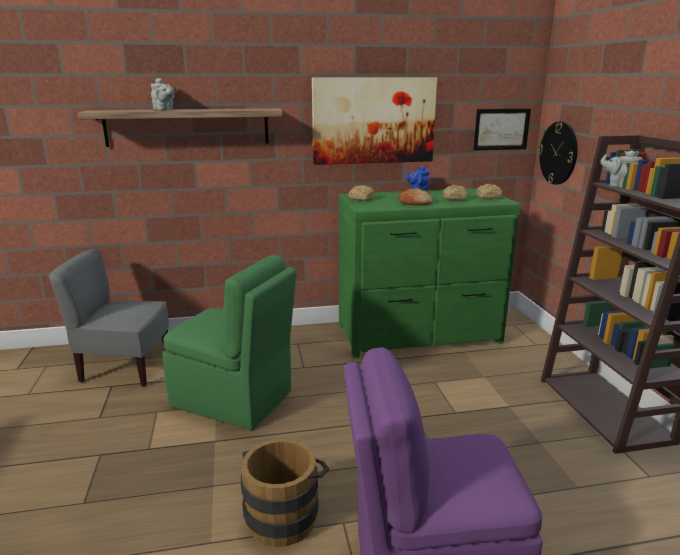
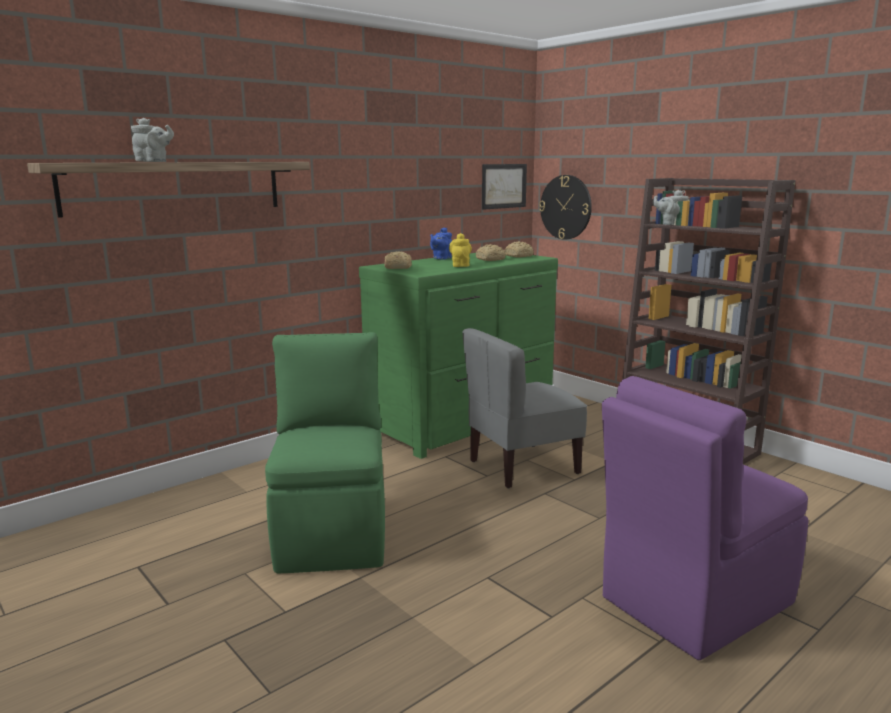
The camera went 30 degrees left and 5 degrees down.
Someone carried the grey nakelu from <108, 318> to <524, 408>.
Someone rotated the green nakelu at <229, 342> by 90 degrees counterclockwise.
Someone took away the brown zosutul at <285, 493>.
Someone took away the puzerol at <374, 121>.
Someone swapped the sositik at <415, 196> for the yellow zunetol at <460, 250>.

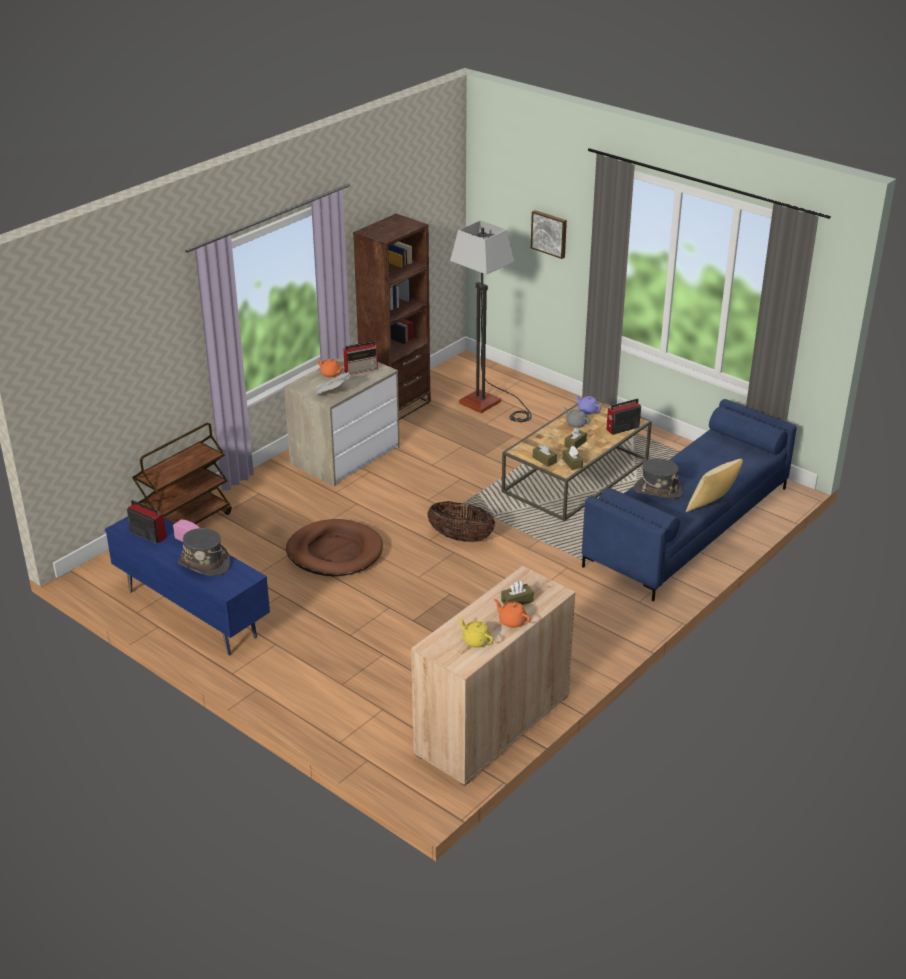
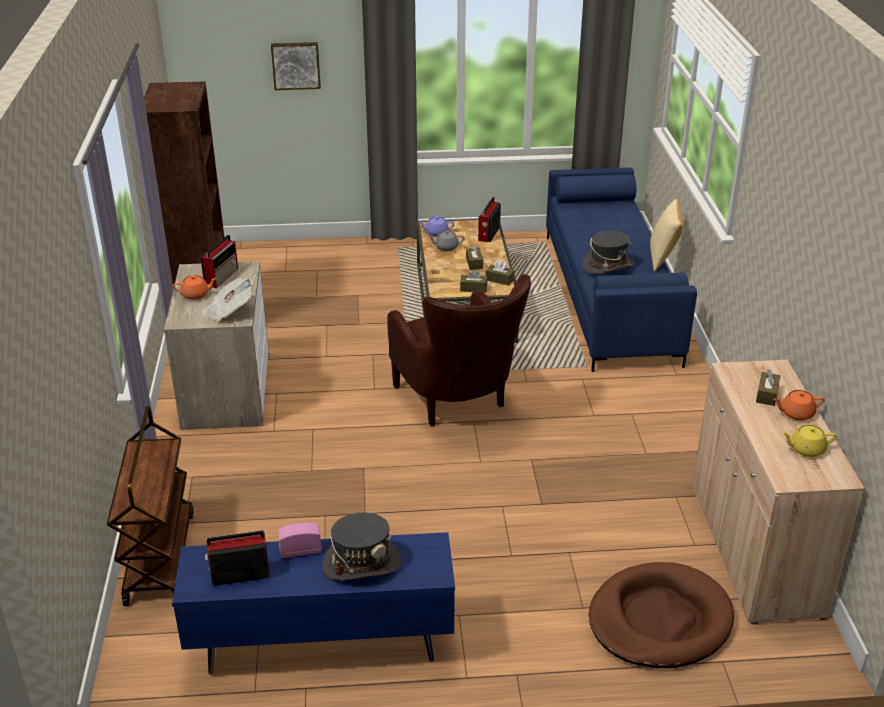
The camera went 45 degrees left and 0 degrees up.
Someone carried the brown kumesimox from <334, 547> to <661, 615>.
Someone swapped the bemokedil at <461, 521> for the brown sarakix at <459, 350>.
Someone took away the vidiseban at <491, 321>.

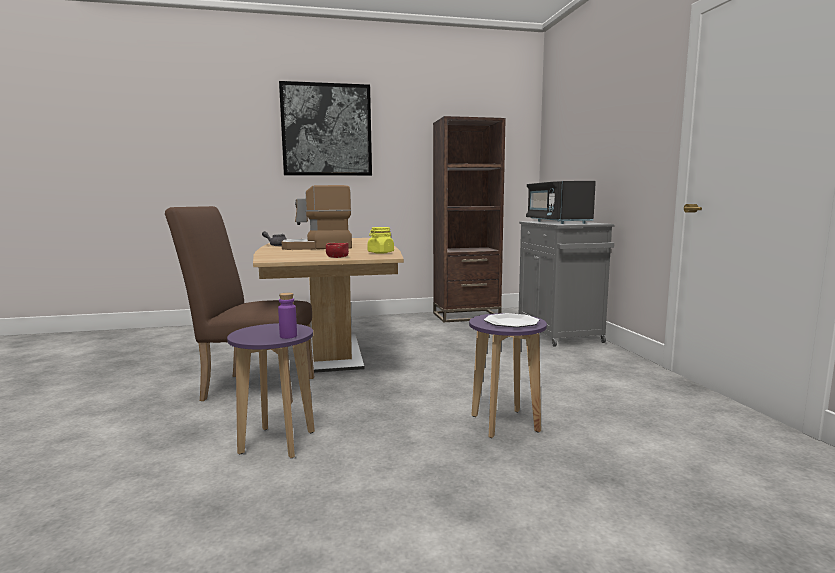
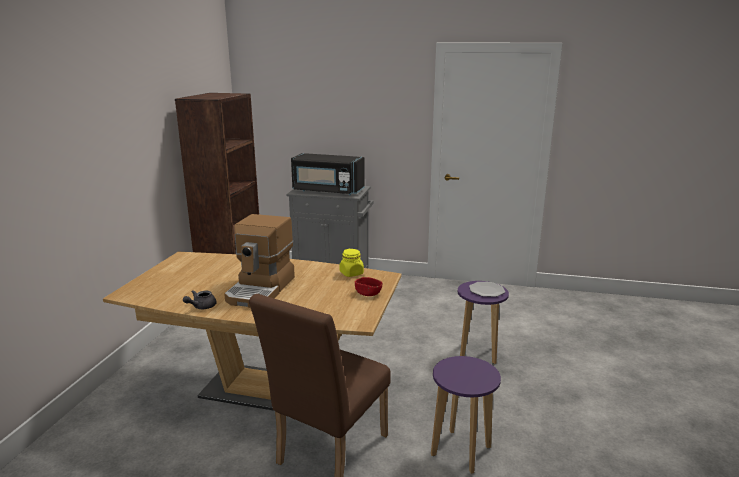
The camera went 65 degrees left and 10 degrees up.
Someone took away the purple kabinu at <287, 316>.
Someone took away the puzerol at <325, 128>.

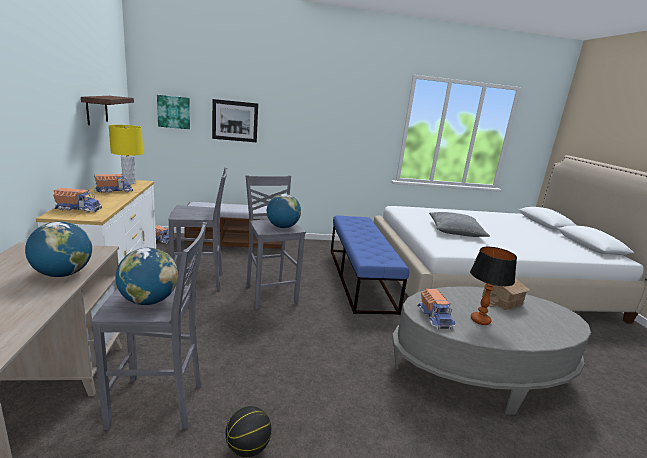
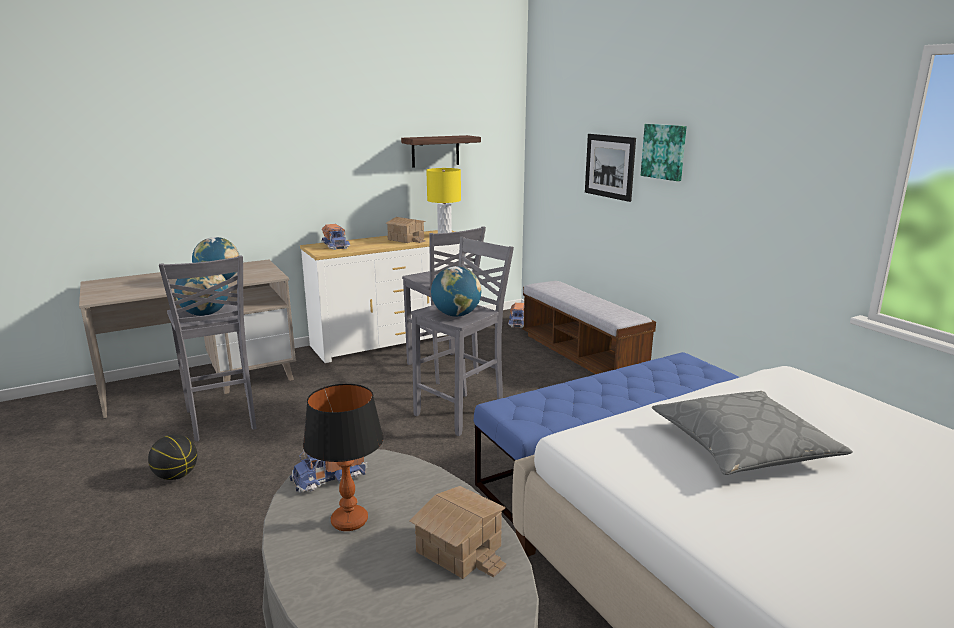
The camera went 70 degrees right and 0 degrees up.
Someone swapped the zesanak at <113, 183> for the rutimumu at <405, 230>.
Someone carried the puzerol from <173, 112> to <664, 152>.

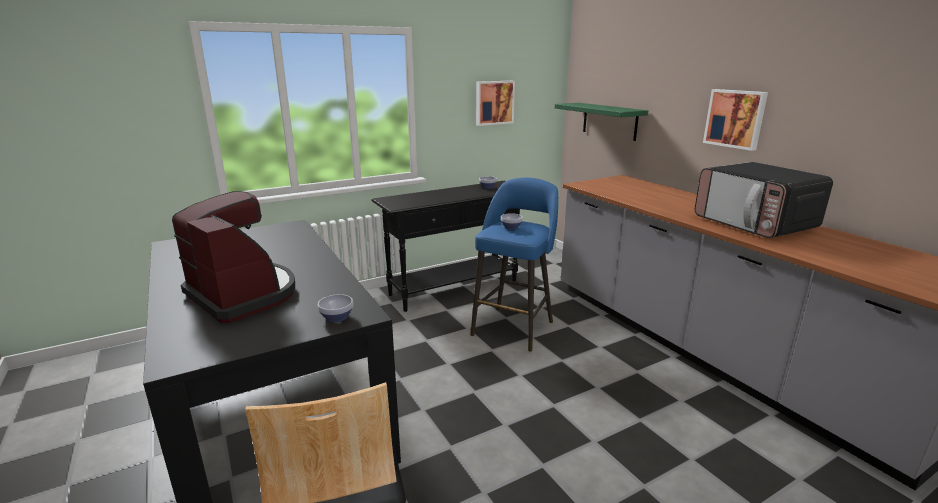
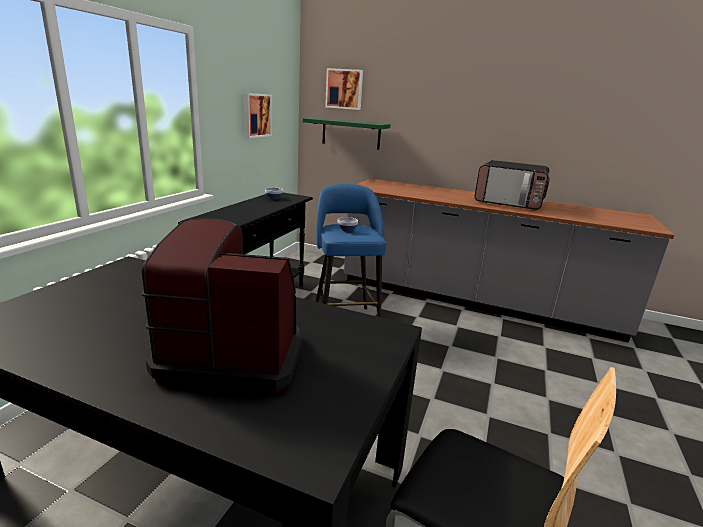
The camera went 40 degrees left and 0 degrees up.
Someone took away the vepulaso at <335, 308>.
Someone carried the puzerol from <735, 120> to <344, 89>.

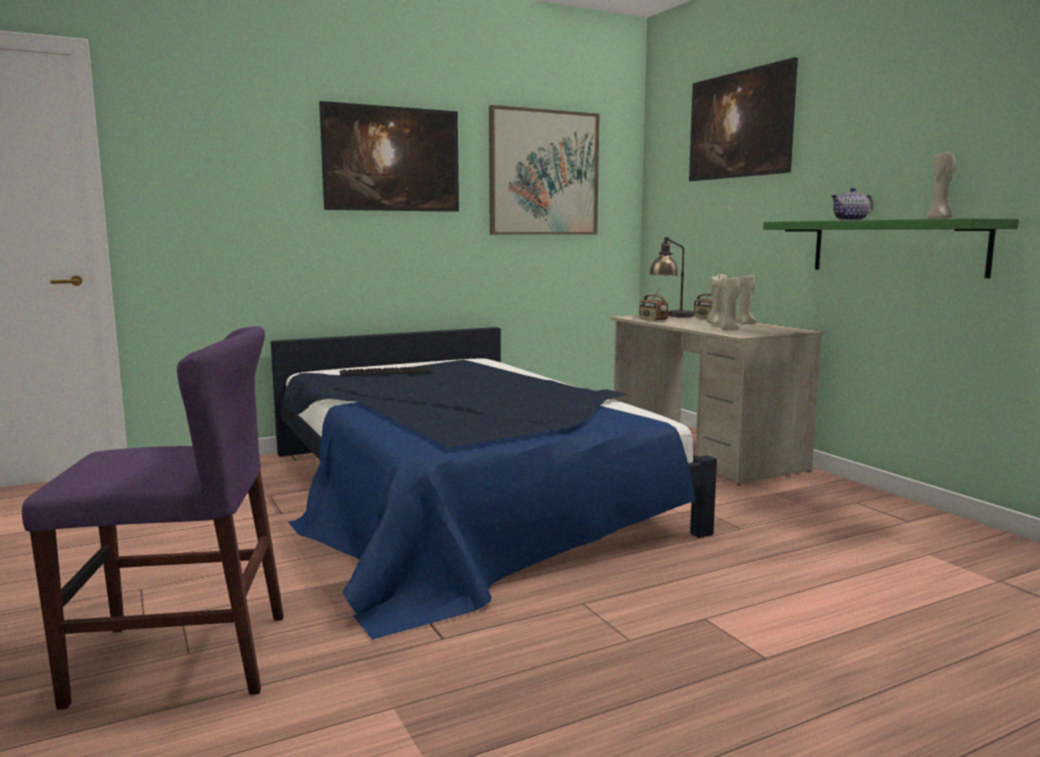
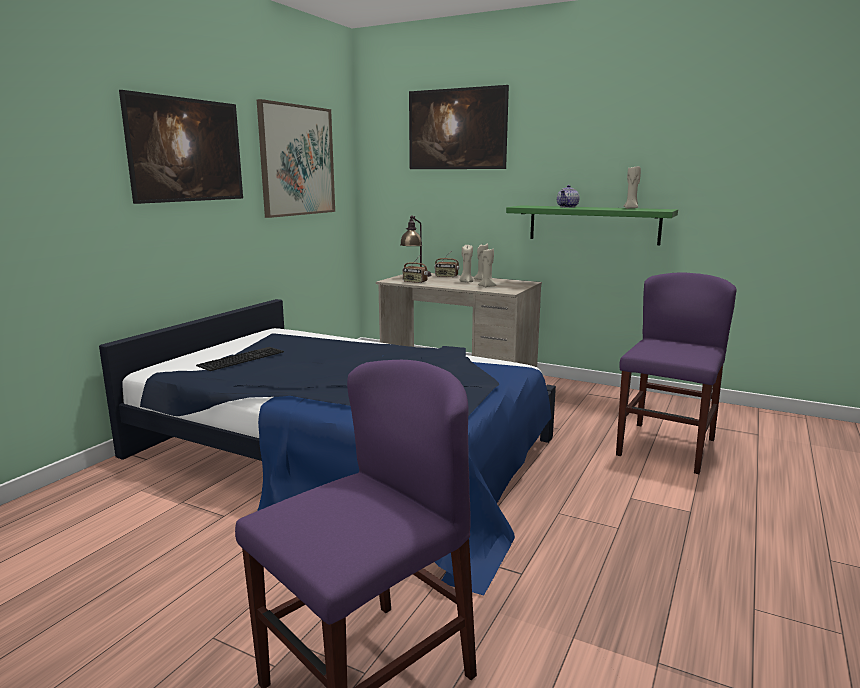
The camera went 35 degrees left and 5 degrees up.
Someone put down the purple nakelu at <676, 373>.

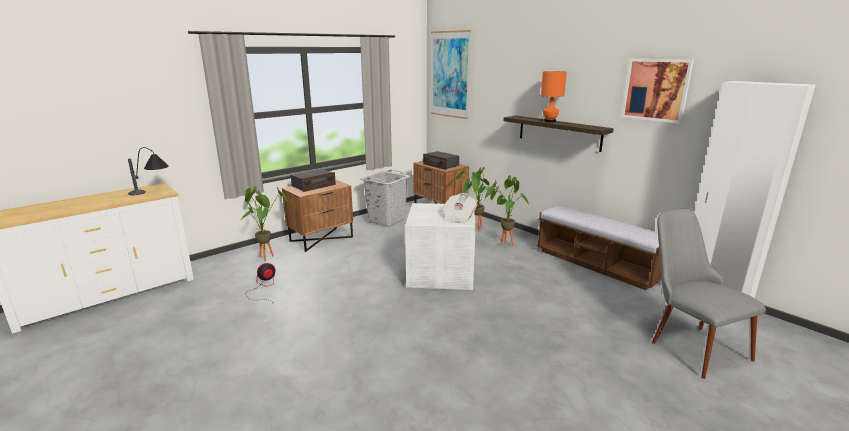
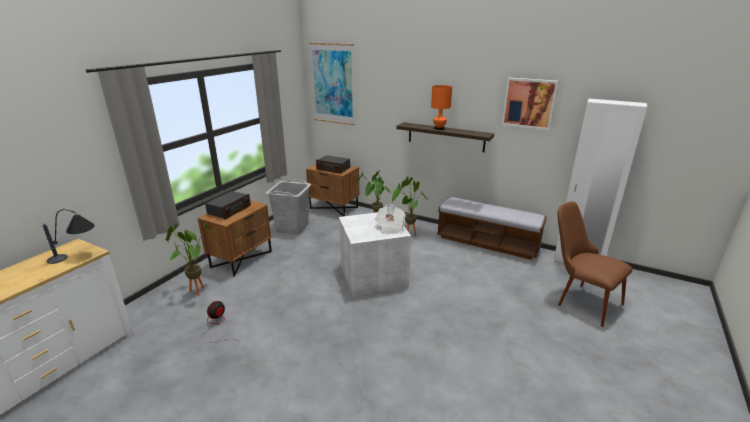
The camera went 20 degrees left and 5 degrees up.
Someone repainted the grey nakelu at <709, 294>, which became the brown nakelu at <594, 264>.

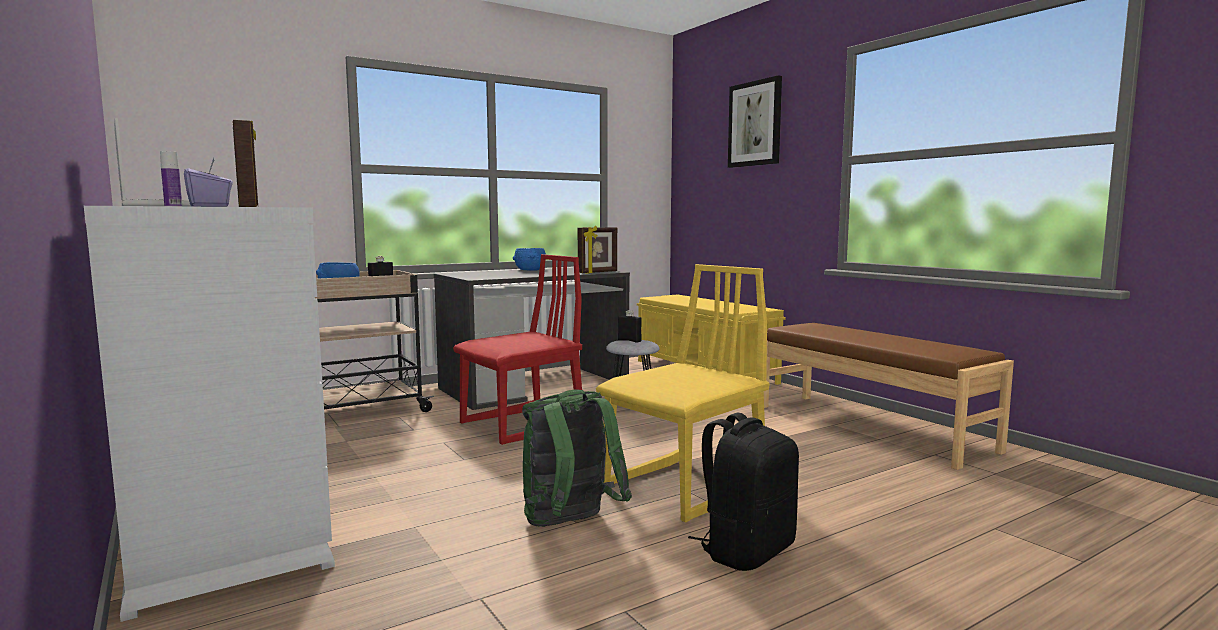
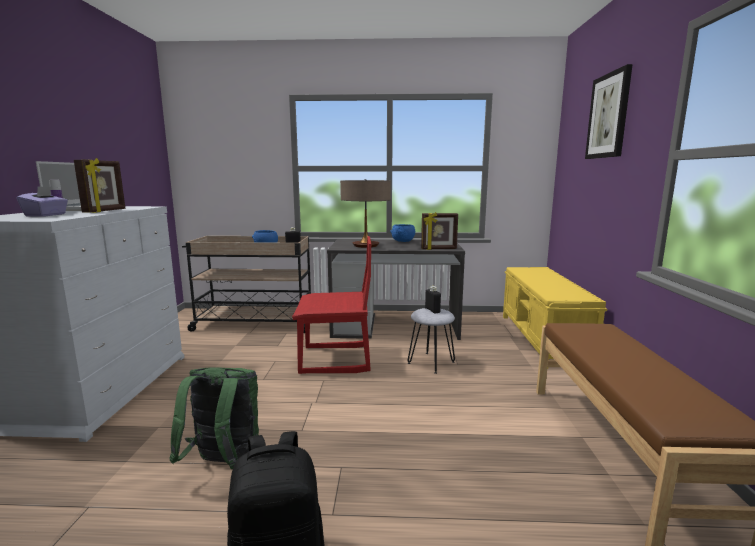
The camera went 35 degrees right and 5 degrees up.
Someone took away the yellow nakelu at <682, 393>.
Someone put down the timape at <365, 213>.

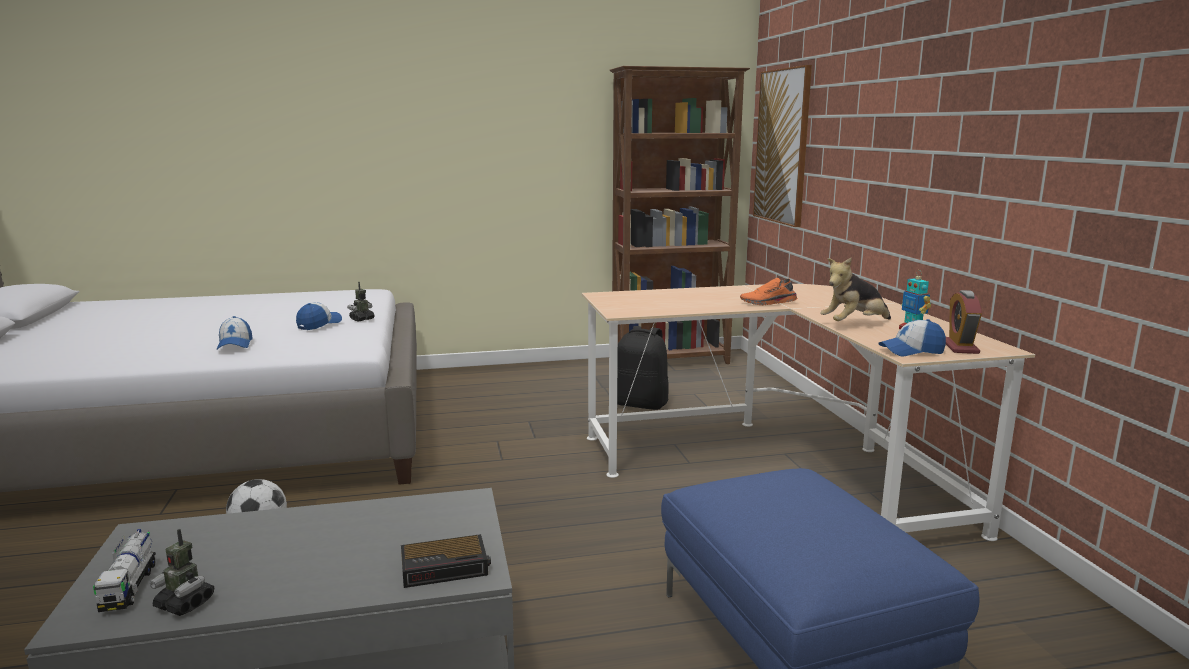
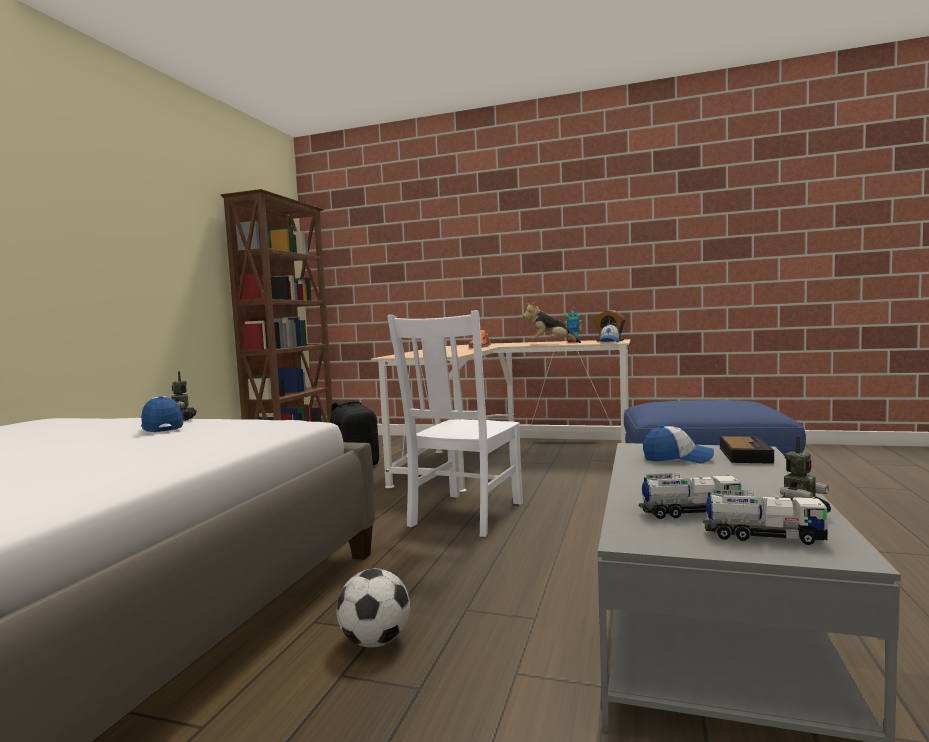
The camera went 60 degrees left and 10 degrees down.
Someone carried the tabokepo from <234, 333> to <678, 444>.
Someone took away the puzerol at <782, 146>.
Someone rotated the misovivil at <855, 289> by 90 degrees clockwise.
Someone put down the white nakelu at <455, 423>.
Someone put down the zesanak at <690, 496>.

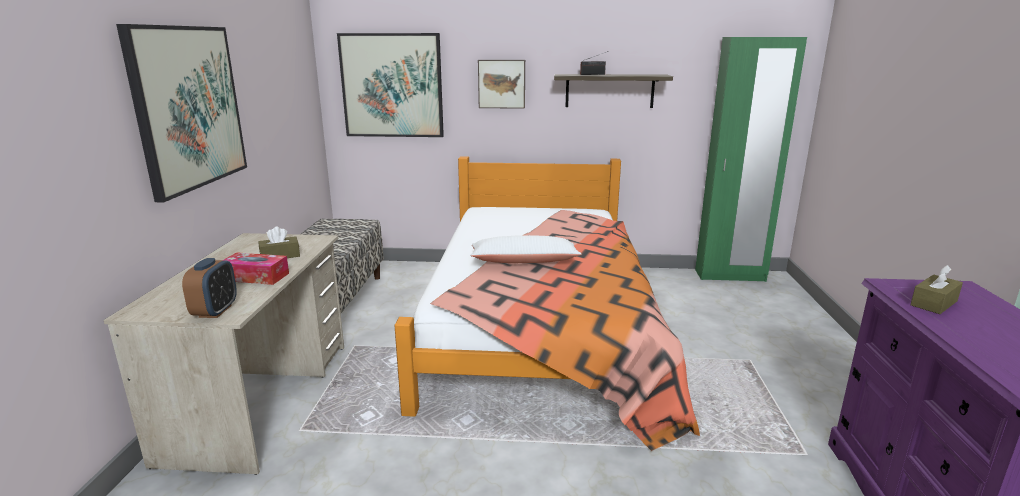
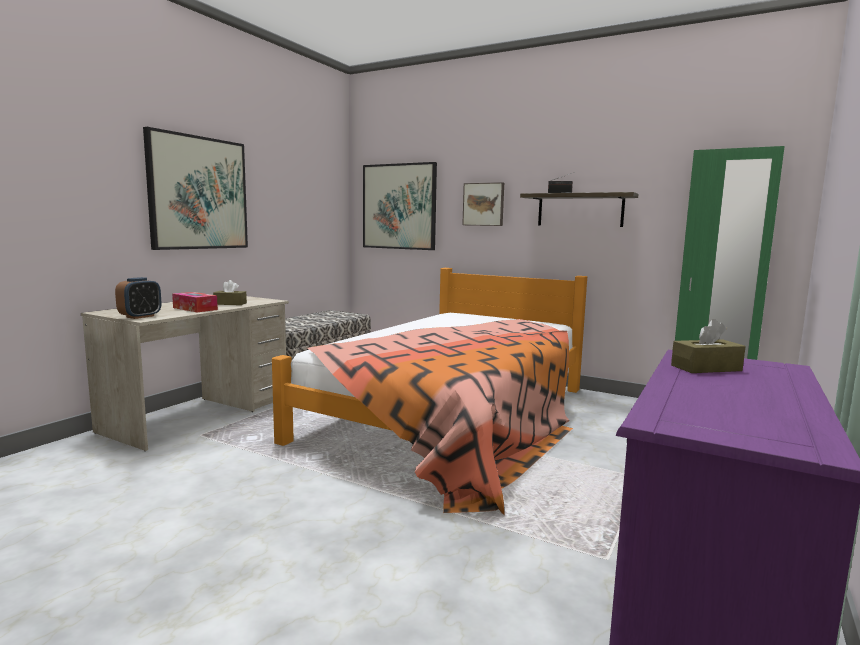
The camera went 25 degrees right and 10 degrees down.
Someone took away the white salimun at <526, 249>.

